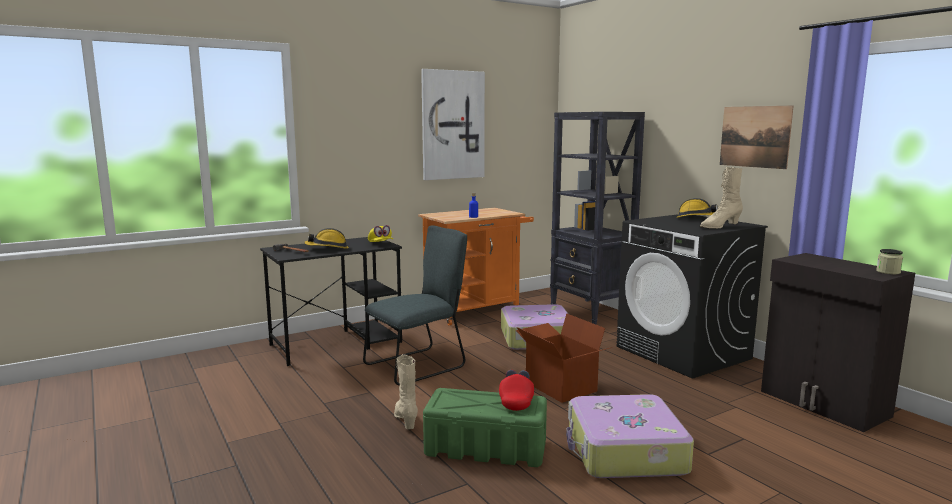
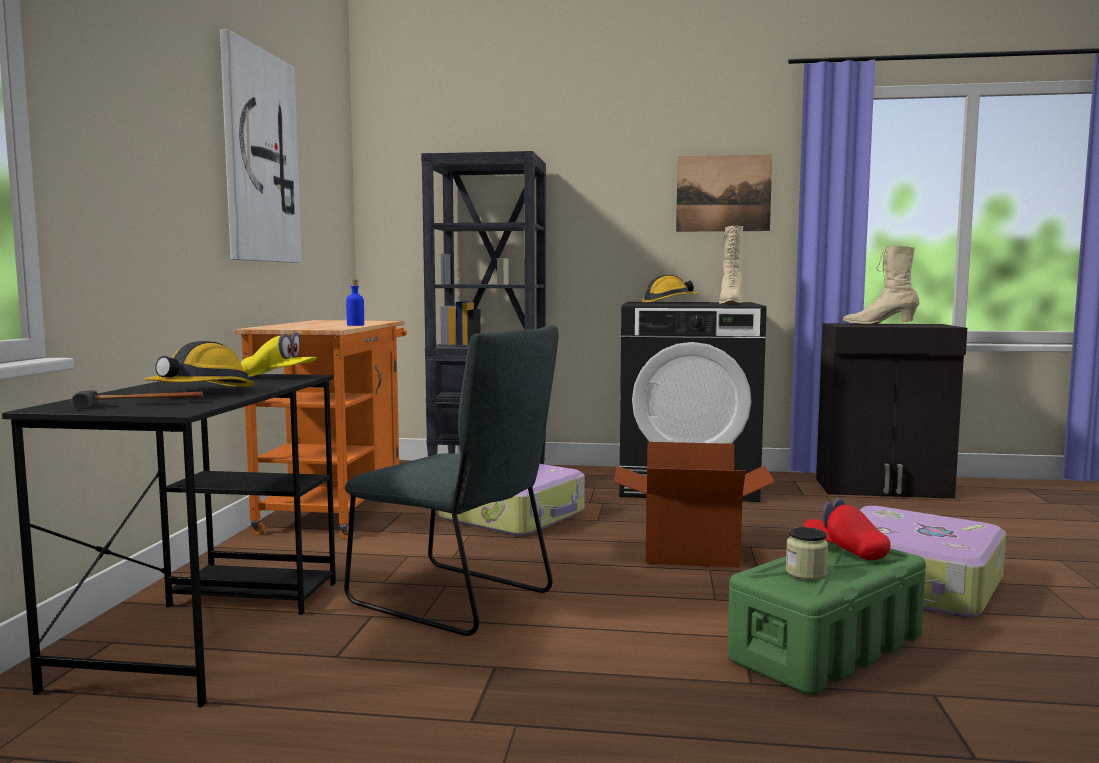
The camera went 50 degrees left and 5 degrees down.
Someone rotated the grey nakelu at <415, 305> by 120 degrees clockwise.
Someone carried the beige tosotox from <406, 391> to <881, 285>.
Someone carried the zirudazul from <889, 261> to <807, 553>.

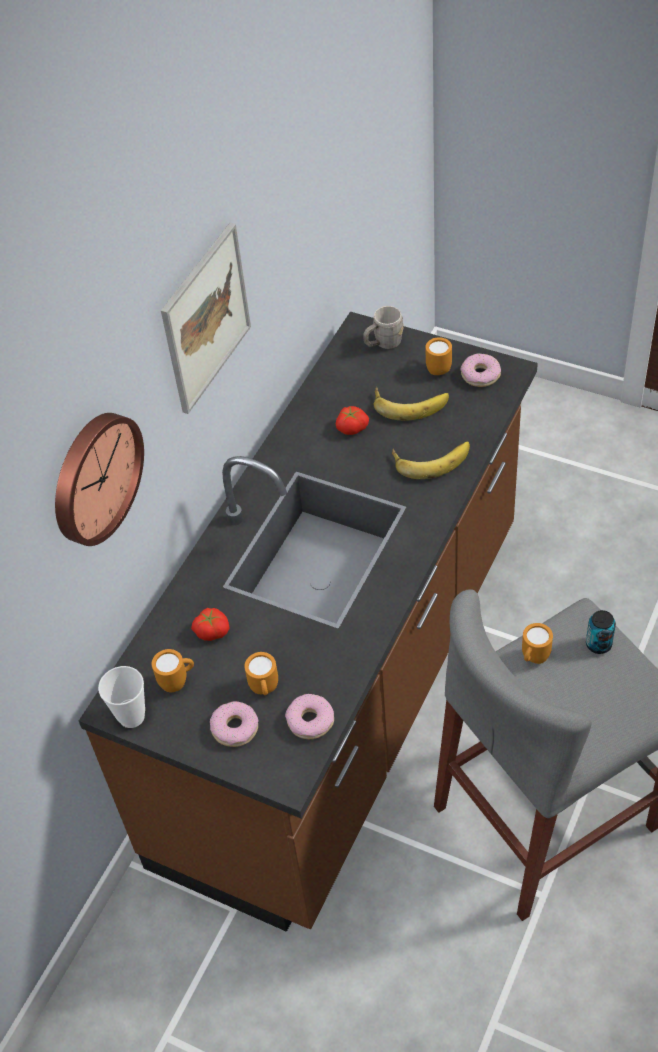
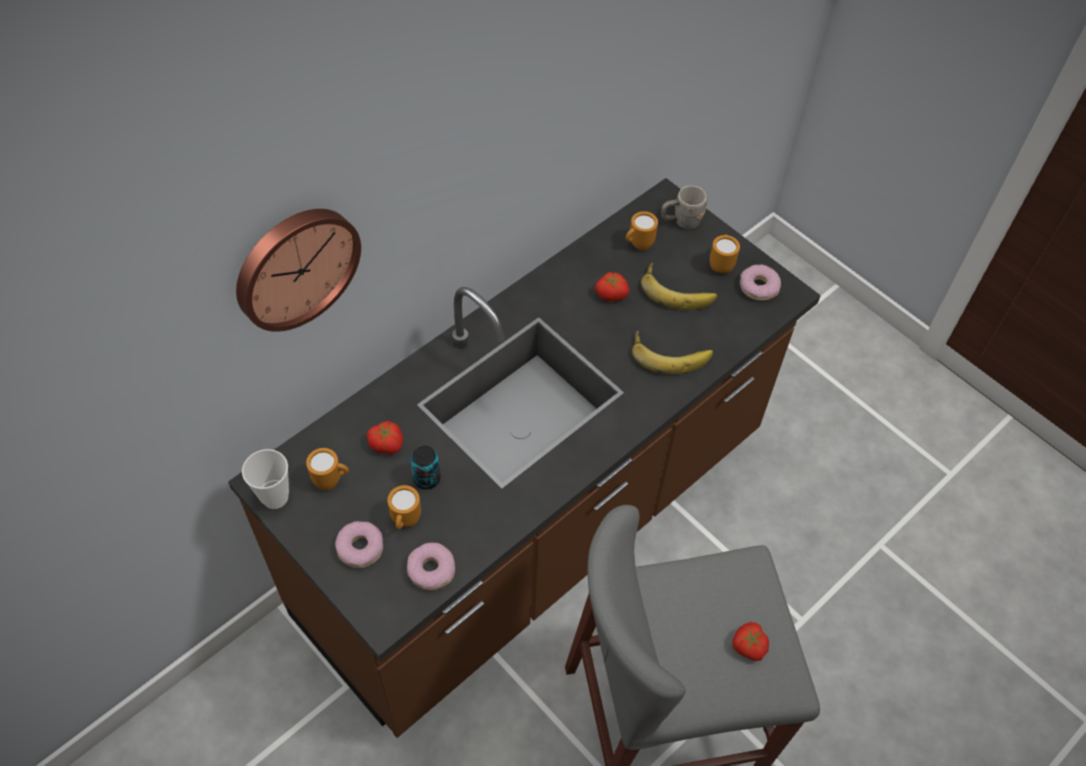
The camera went 15 degrees right and 5 degrees up.
Someone took away the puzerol at <206, 318>.
Someone carried the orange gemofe from <537, 643> to <642, 230>.
Someone carried the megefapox from <601, 632> to <426, 468>.
Someone put down the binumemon at <750, 641>.

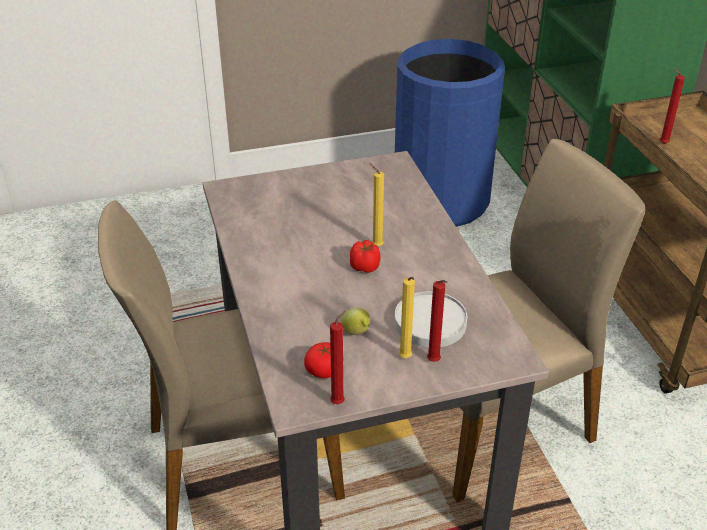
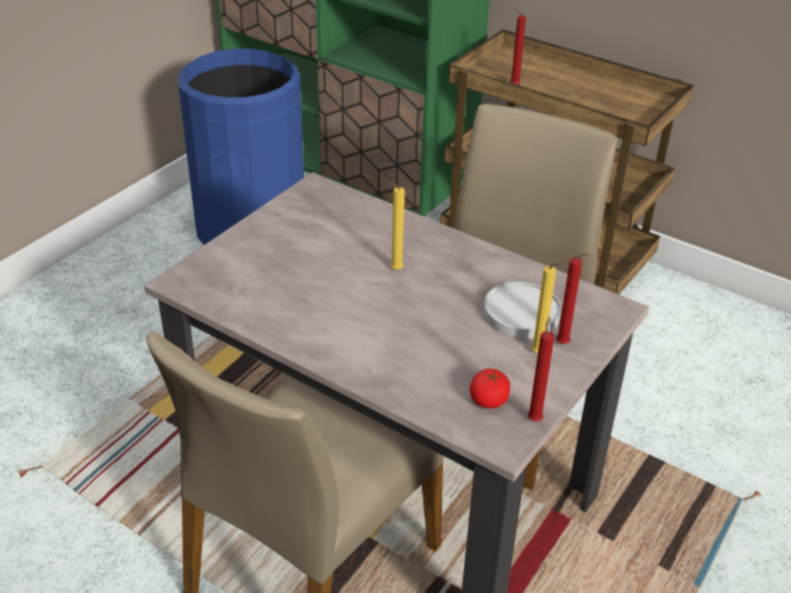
The camera went 40 degrees left and 0 degrees up.
Someone took away the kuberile at <355, 321>.
Someone took away the binumemon at <365, 256>.

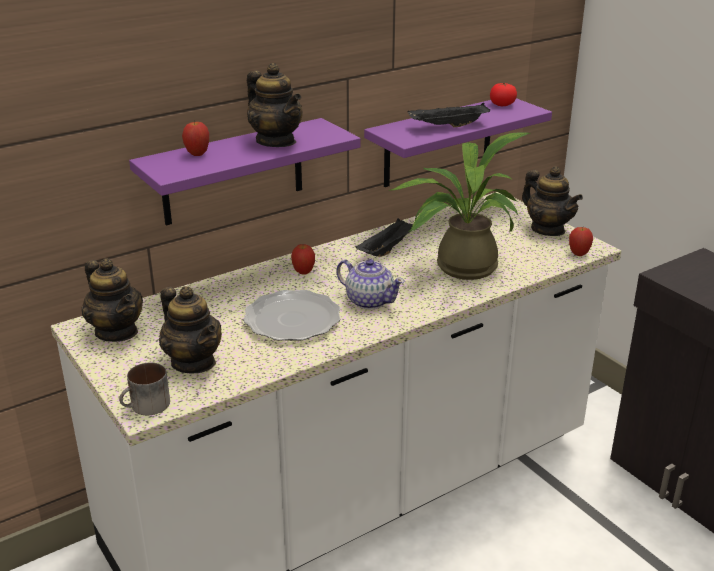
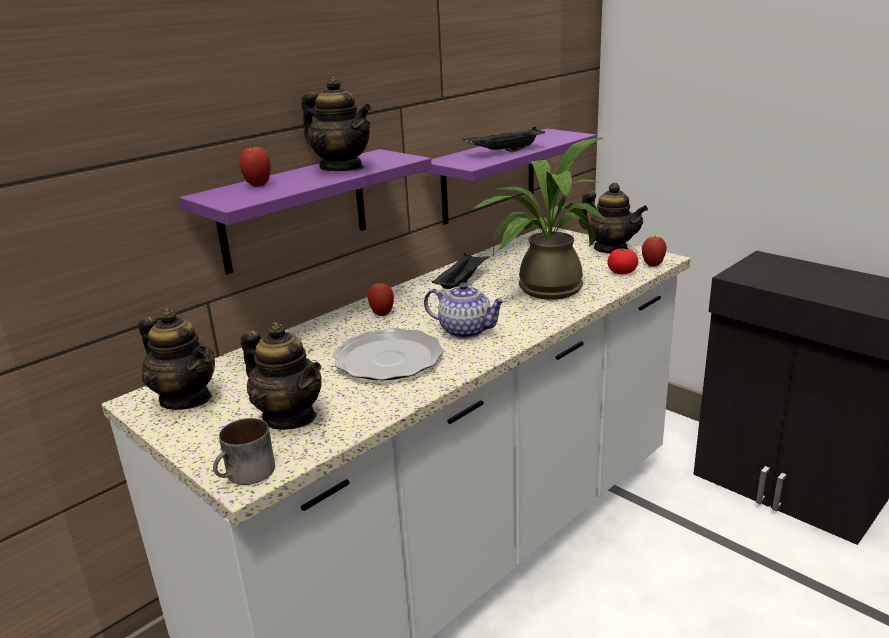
The camera went 10 degrees left and 5 degrees down.
Someone carried the binumemon from <503, 94> to <623, 261>.

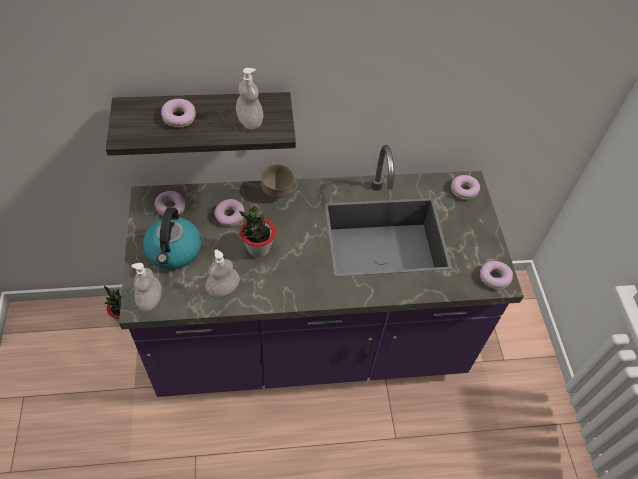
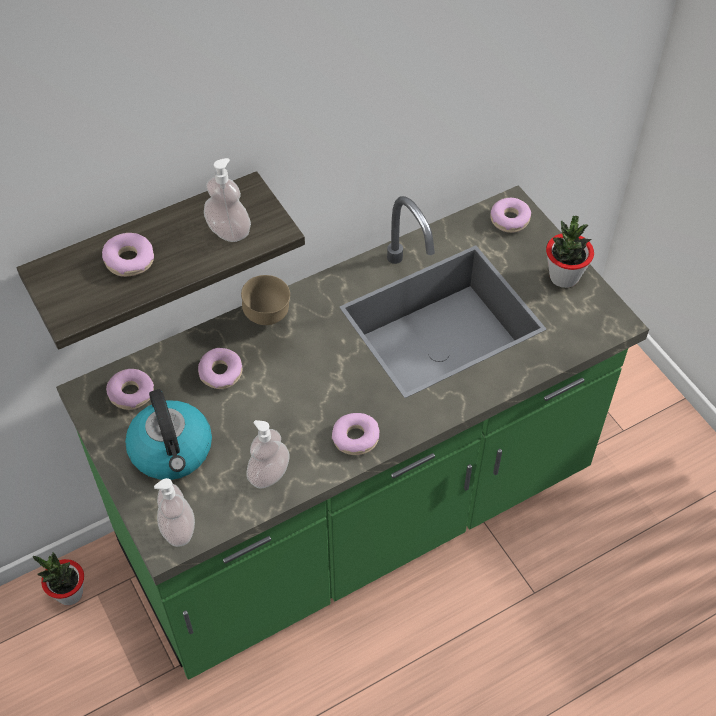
The camera went 20 degrees left and 0 degrees up.
Someone repainted the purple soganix at <321, 271>, which became the green soganix at <352, 432>.
Someone carried the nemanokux from <257, 232> to <570, 252>.
Someone carried the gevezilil from <496, 275> to <355, 434>.

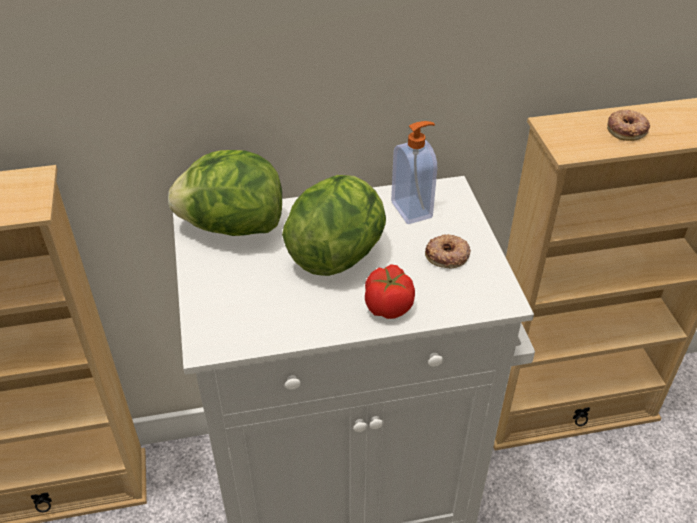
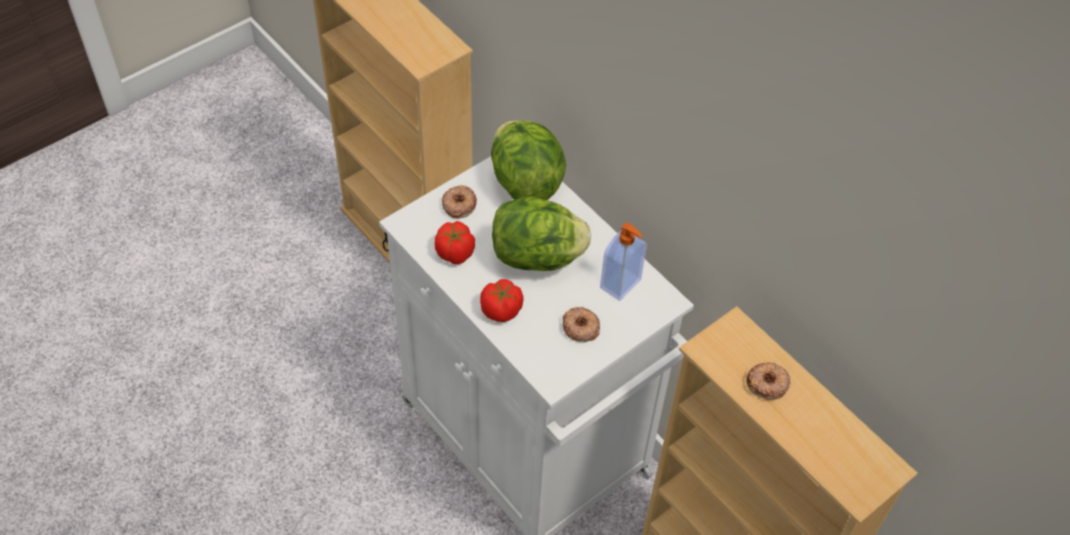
The camera went 60 degrees right and 10 degrees up.
Someone put down the binumemon at <455, 242>.
Someone put down the gevezilil at <459, 201>.

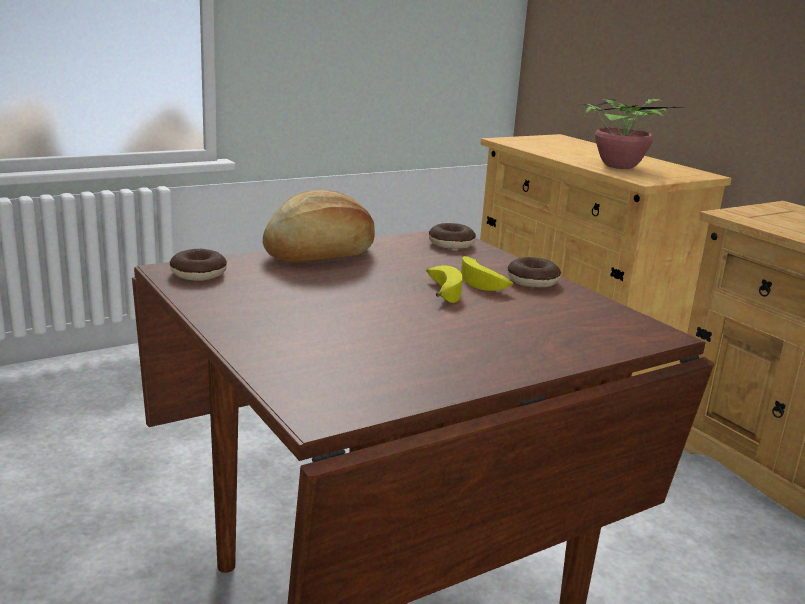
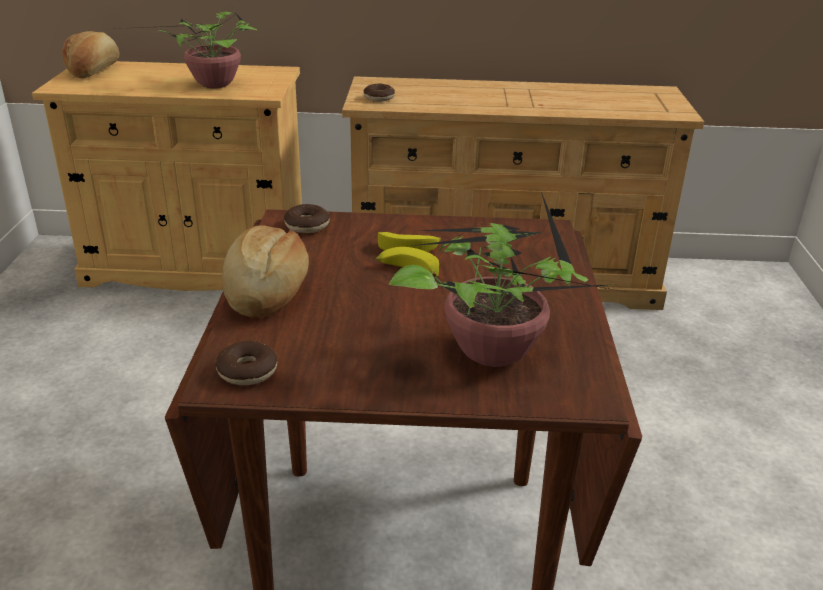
The camera went 55 degrees left and 10 degrees up.
Someone carried the gevezilil from <534, 272> to <379, 93>.
Someone put down the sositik at <91, 55>.
Someone put down the nemanokux at <506, 279>.

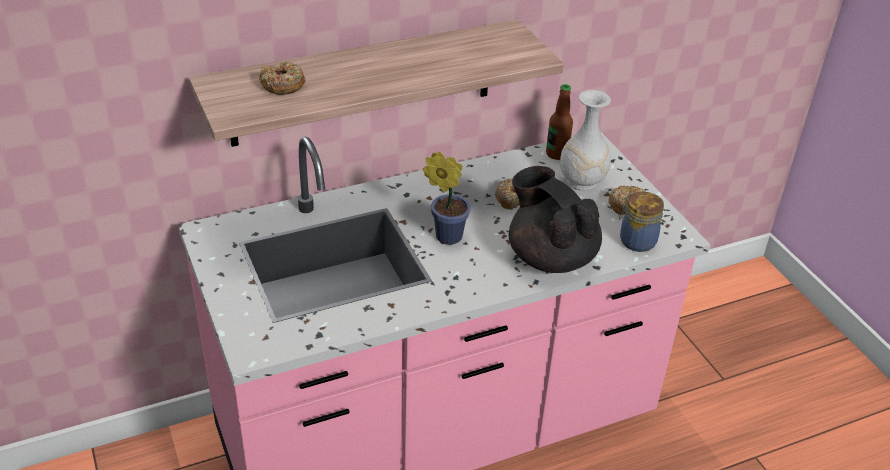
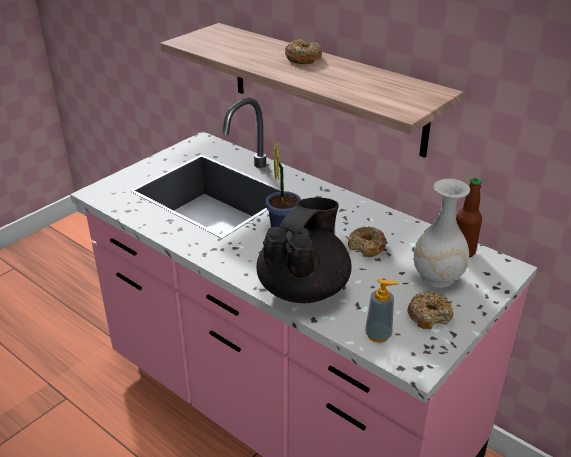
The camera went 65 degrees right and 5 degrees down.
Someone carried the gevezilil from <282, 78> to <303, 51>.
Someone swapped the zirudazul at <641, 222> for the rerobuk at <382, 311>.

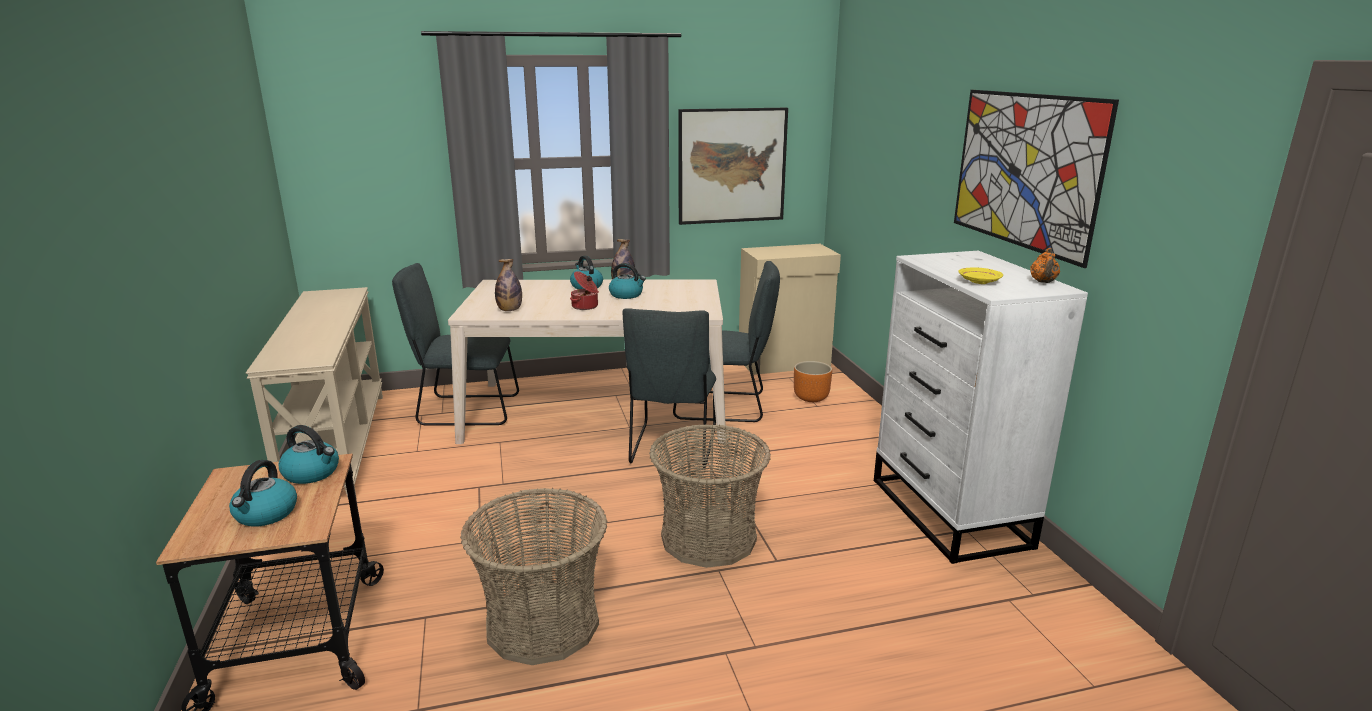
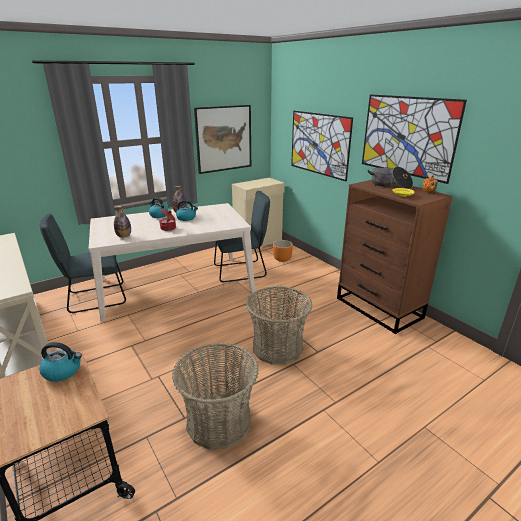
The camera went 20 degrees left and 5 degrees up.
Someone took away the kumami at <263, 493>.
Someone took away the grey nakelu at <669, 388>.
Someone repainted the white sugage at <981, 407>, which became the brown sugage at <395, 257>.
Someone put up the puzerol at <322, 146>.
Someone put down the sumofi at <390, 178>.

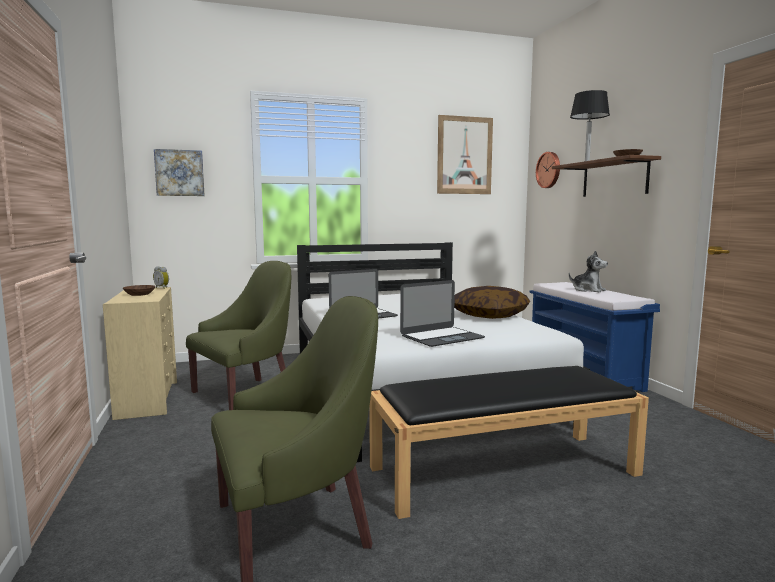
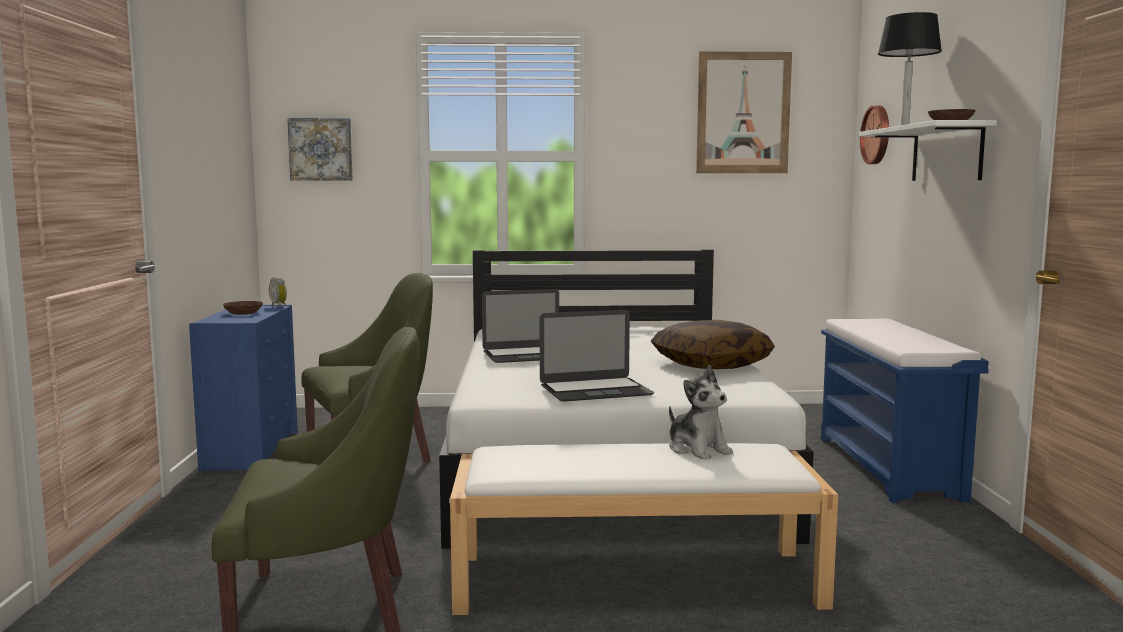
The camera went 15 degrees right and 0 degrees up.
Someone repainted the beige sugage at <140, 353>, which became the blue sugage at <243, 388>.
Someone repainted the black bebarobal at <509, 442>, which became the white bebarobal at <643, 529>.
Someone repainted the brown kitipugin at <606, 176>, which became the white kitipugin at <928, 150>.
Someone carried the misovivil from <588, 271> to <701, 412>.

